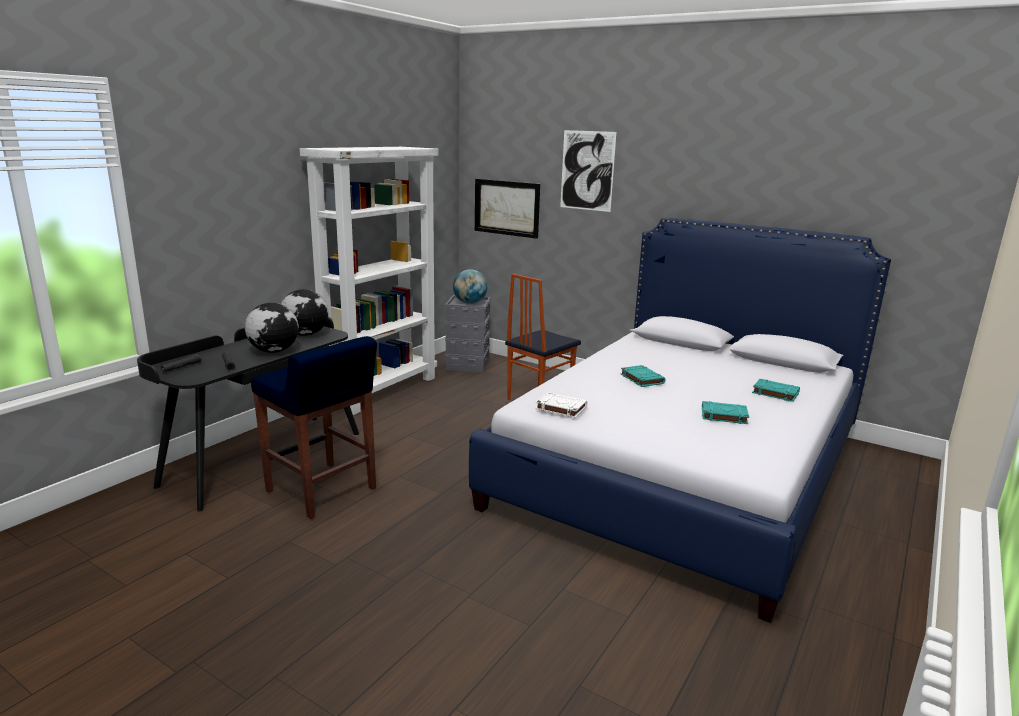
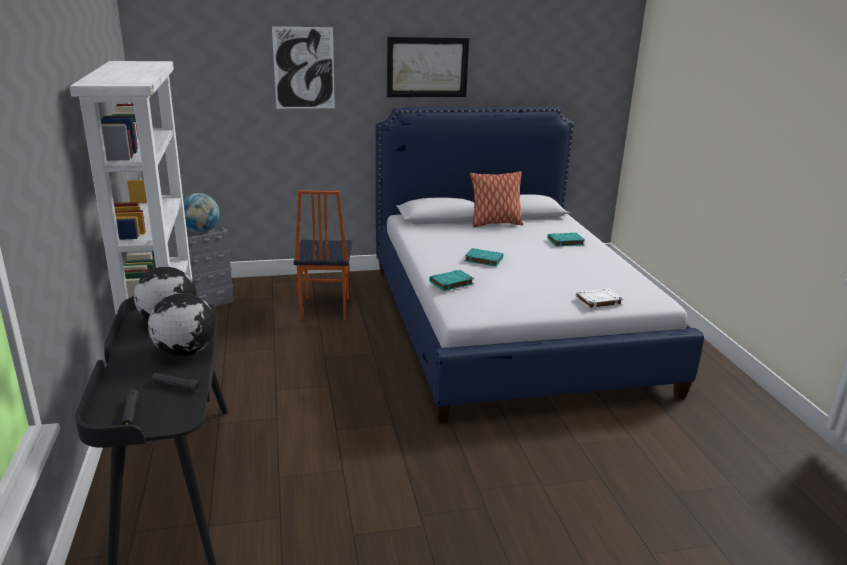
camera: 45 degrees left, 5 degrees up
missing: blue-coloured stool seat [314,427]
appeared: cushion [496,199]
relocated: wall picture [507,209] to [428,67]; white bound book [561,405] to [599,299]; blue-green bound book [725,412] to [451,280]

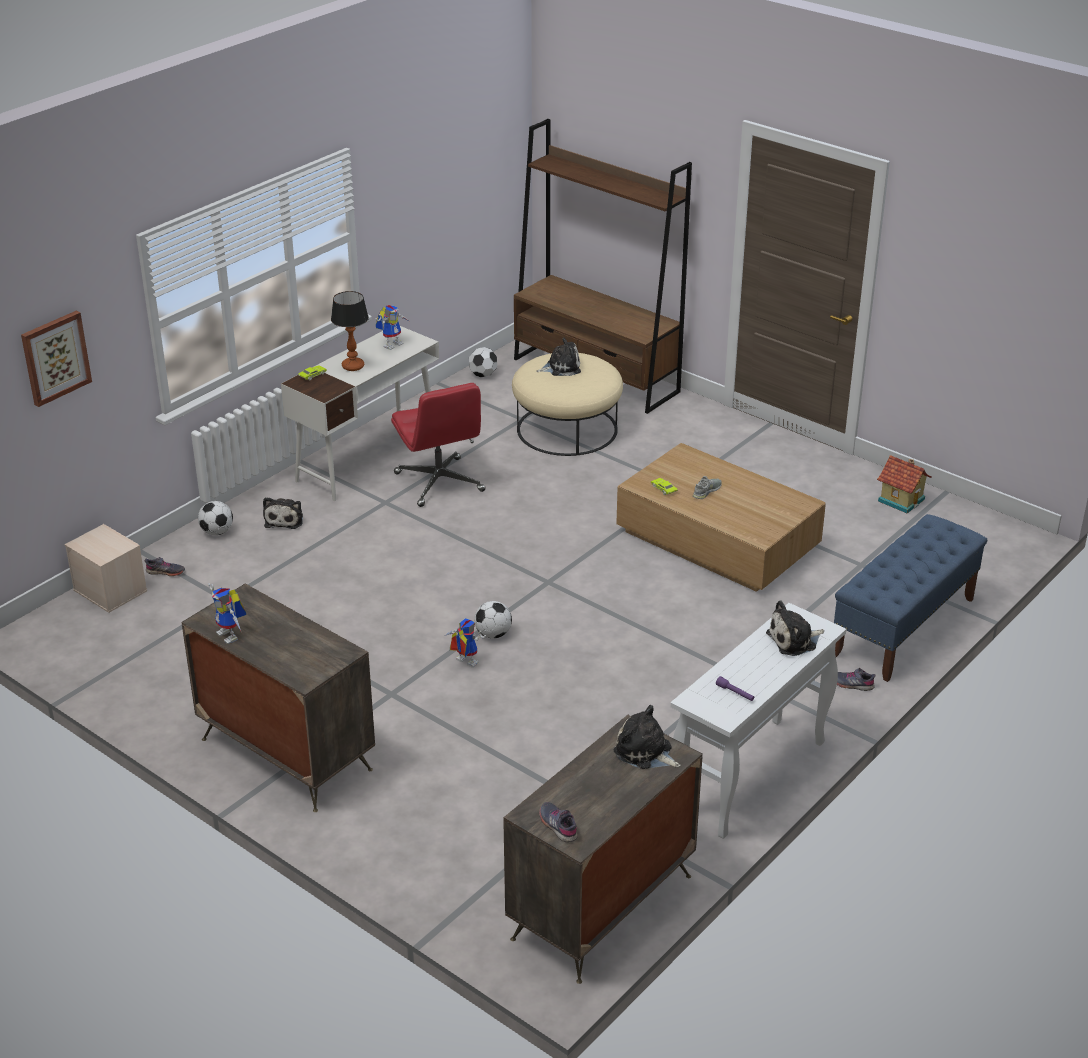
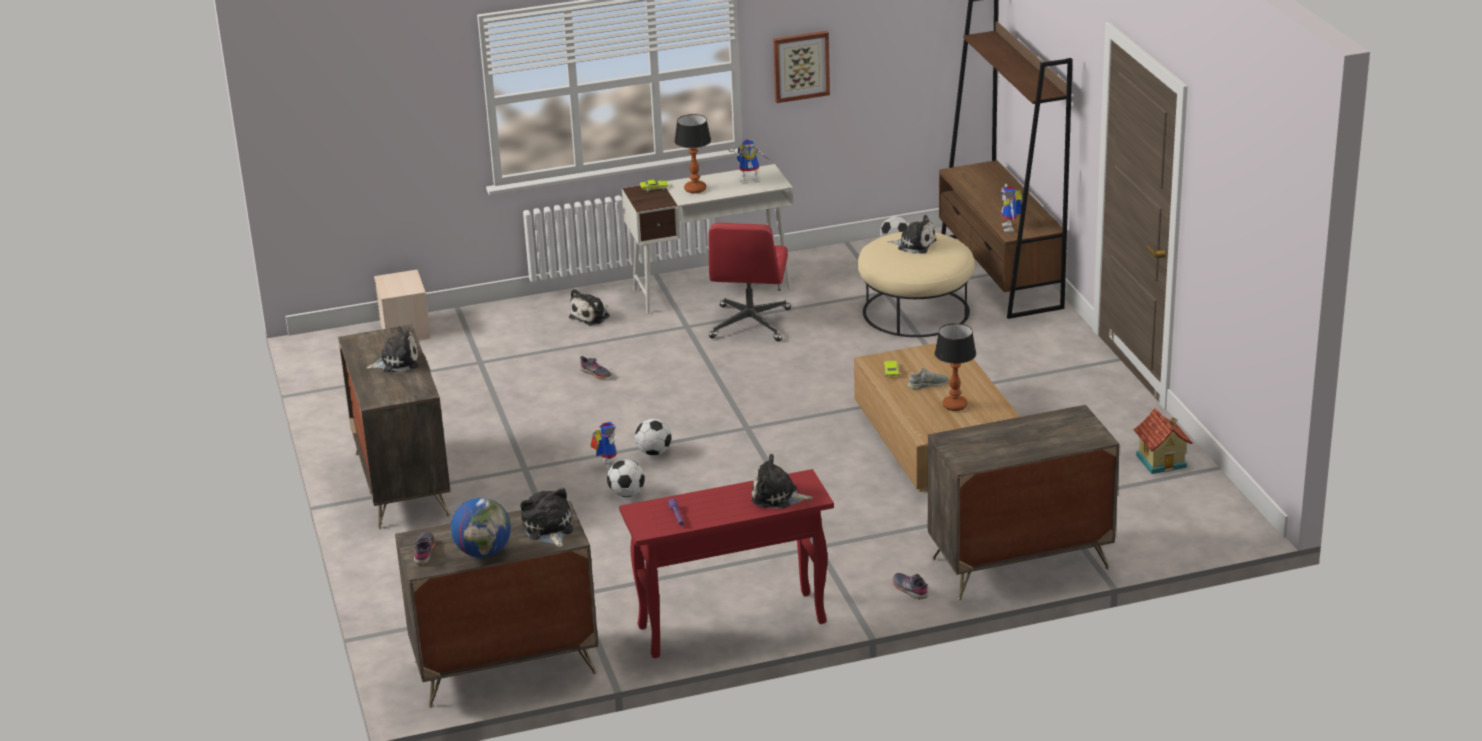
camera: 35 degrees right, 5 degrees down
appeared: soft toy [392,349]; globe [481,527]; tabletop lamp [955,367]
relocated: wall picture [56,359] to [801,67]; gray item of footwear [165,566] to [596,367]; football ball [215,518] to [626,478]; robot figure [227,613] to [1011,208]
exchanged: blue-coloured long seat [910,598] to drawer chest [1024,502]
colour: white hall table [758,721] to reddish hall table [726,563]

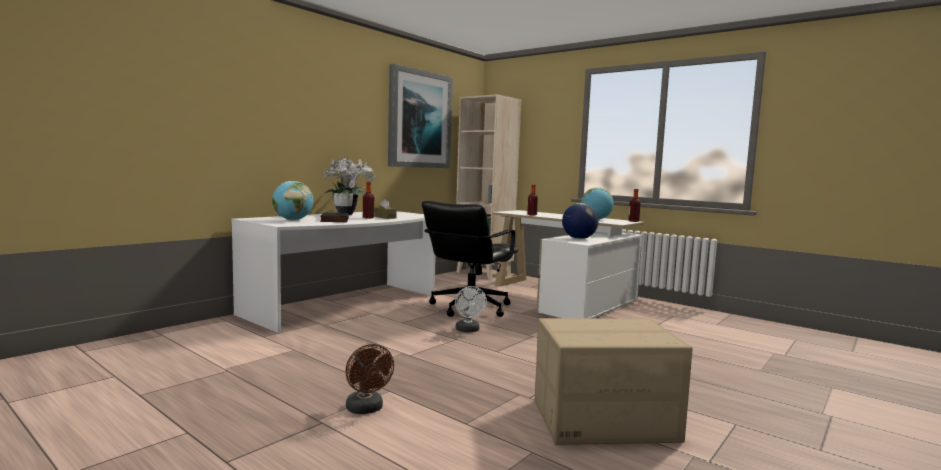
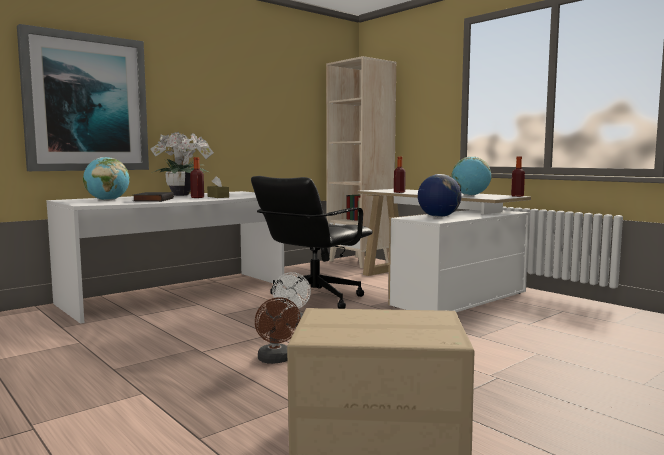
camera: 10 degrees right, 0 degrees up
relocated: brownish fan [369,379] to [278,330]; wall picture [420,116] to [83,97]

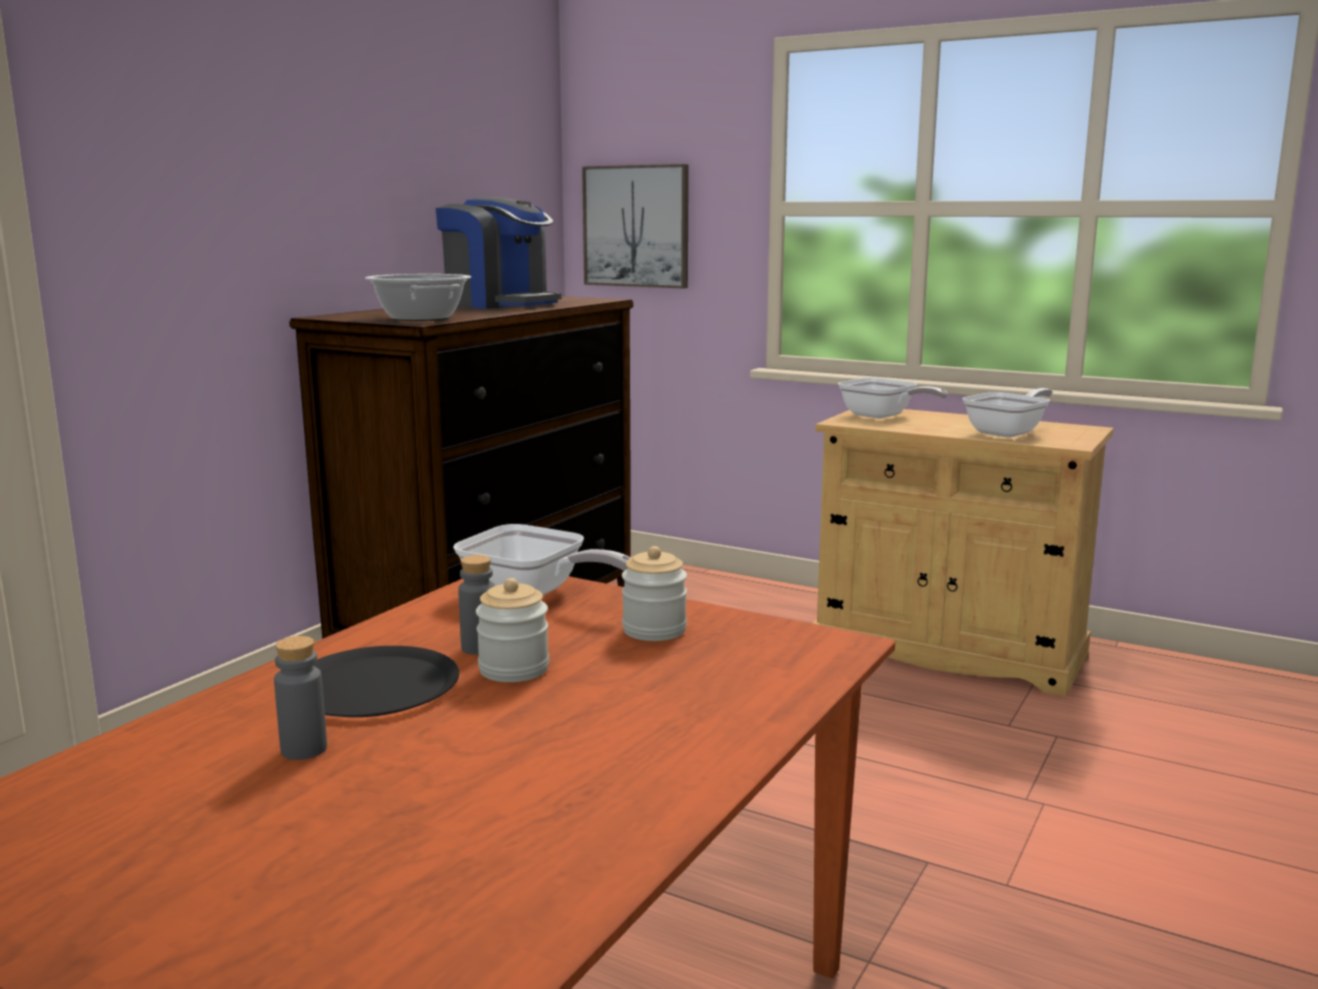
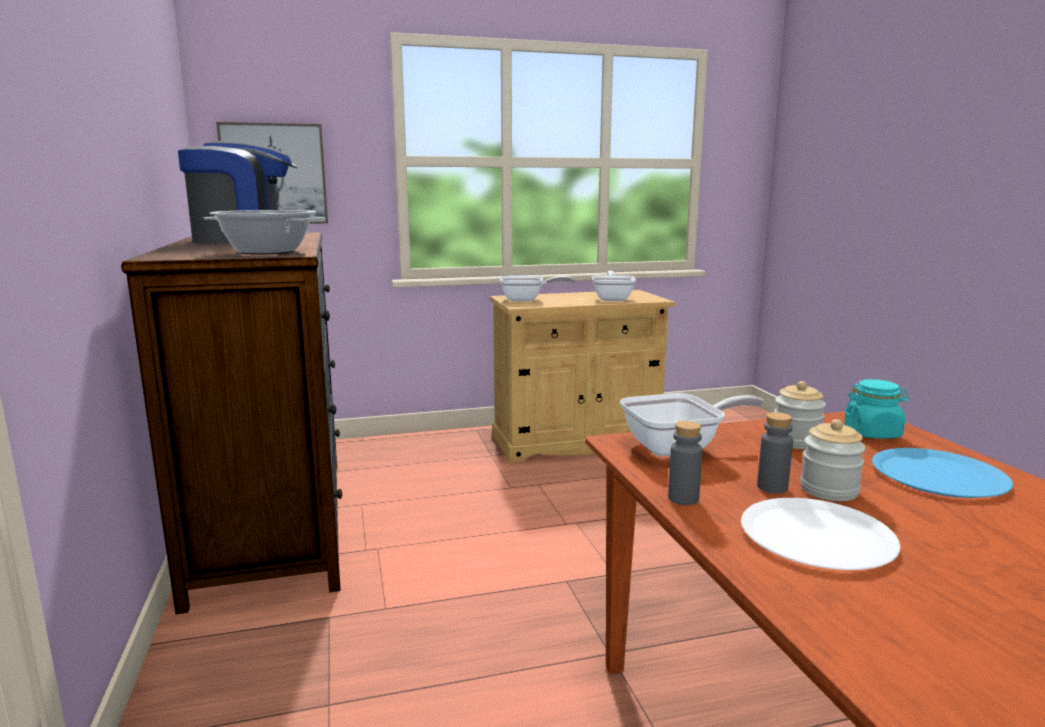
camera: 45 degrees left, 0 degrees up
appeared: blue-green jar [876,409]; blue-coloured flat dish [942,473]
relocated: gray drink bottle [300,698] to [685,463]
colour: black-coloured flat dish [386,681] to white flat dish [820,534]

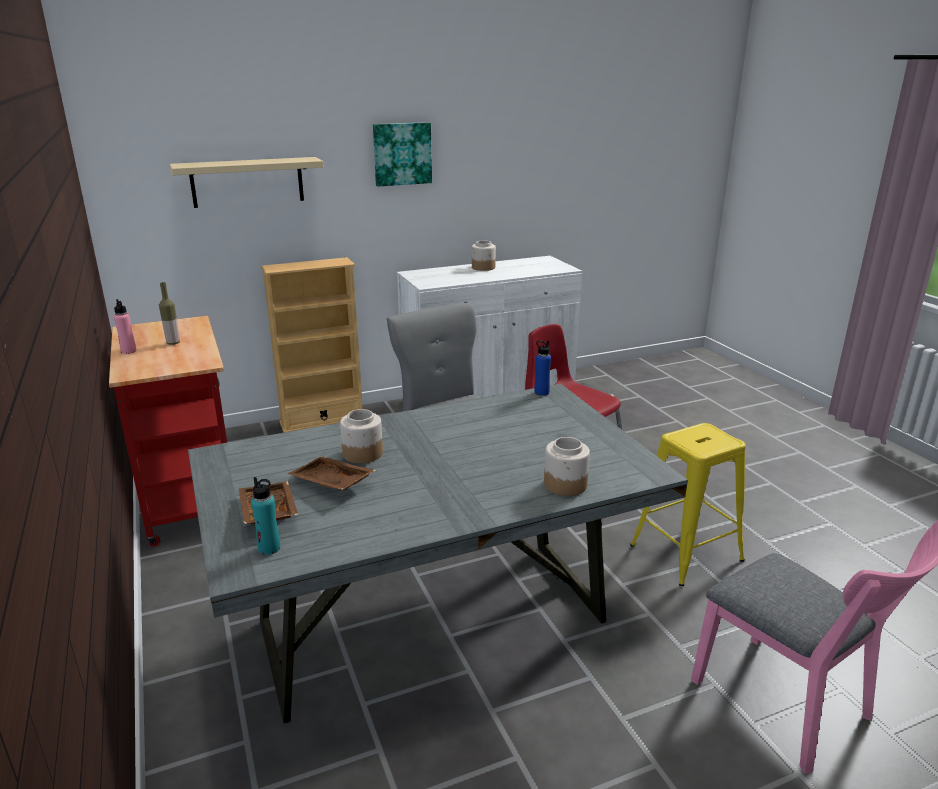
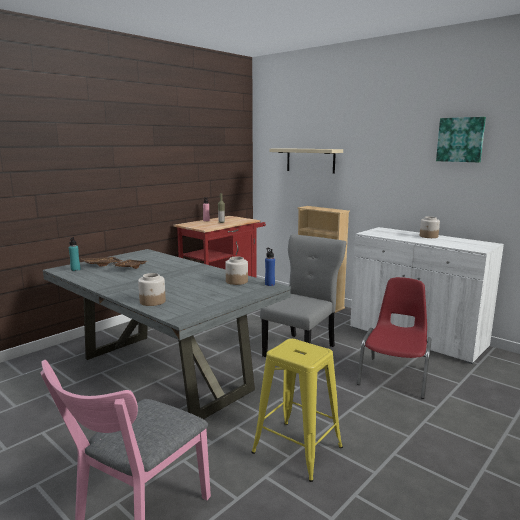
camera: 65 degrees right, 10 degrees down
relocated: jar [361,436] to [236,271]; wall picture [402,154] to [461,139]

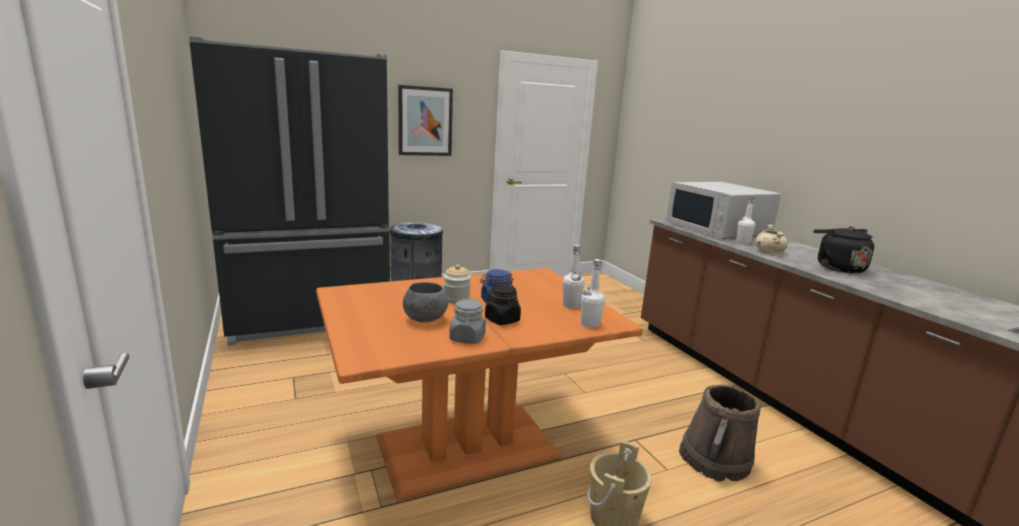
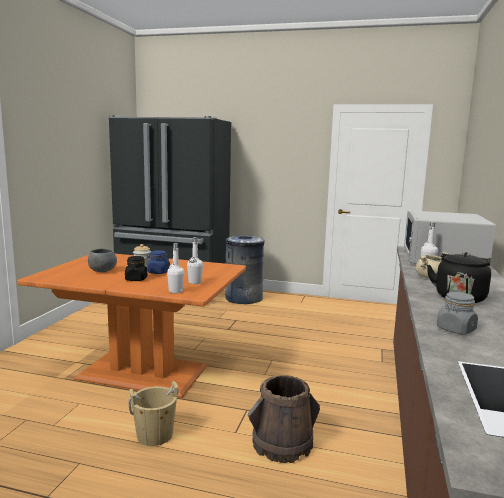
camera: 40 degrees right, 5 degrees down
missing: wall picture [425,120]
relocated: gray jar [467,321] to [457,313]

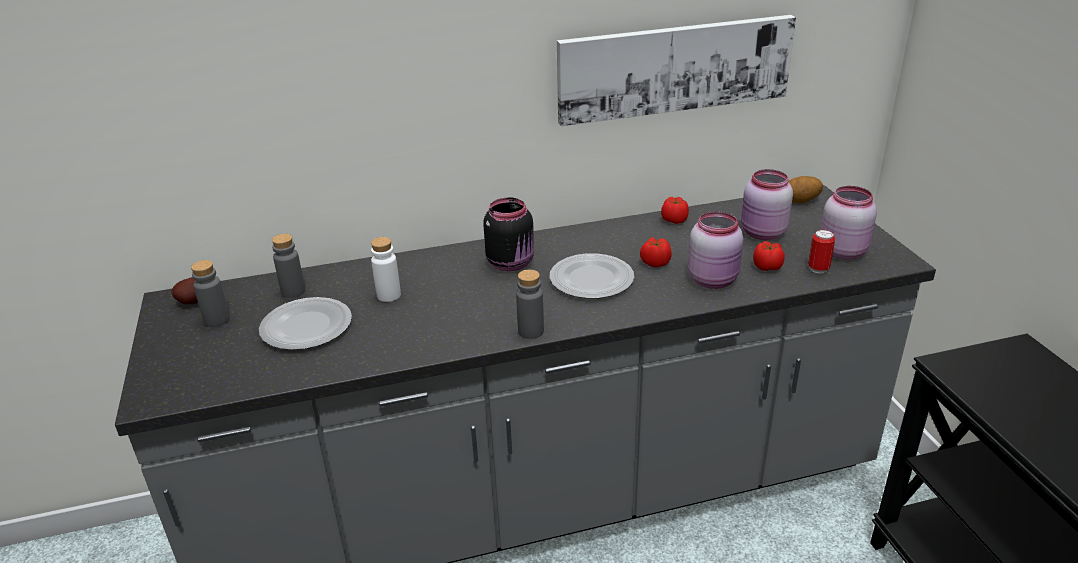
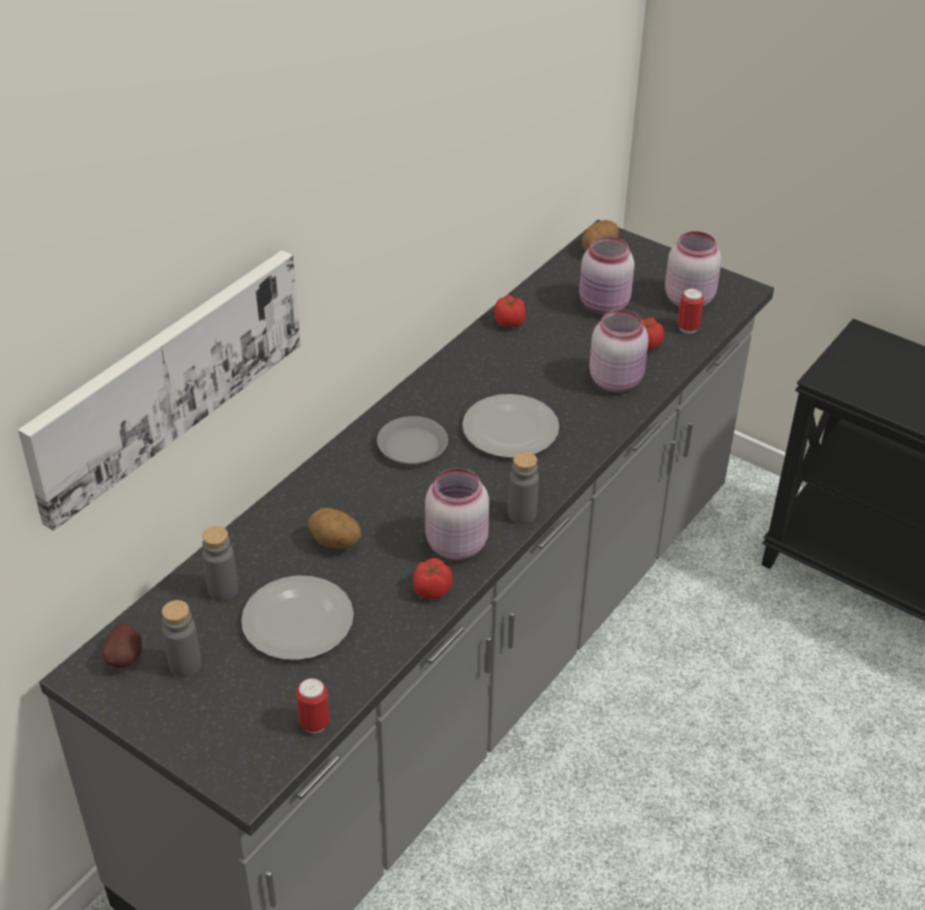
camera: 40 degrees left, 10 degrees up
appeared: sealed can [313,705]; pink-coloured jar [457,514]
relocated: wall picture [676,70] to [159,390]; tomato [656,252] to [433,579]
exchanged: white drink bottle [386,269] to whole potato [335,528]; black-coloured jar [508,234] to gray flat dish [412,440]

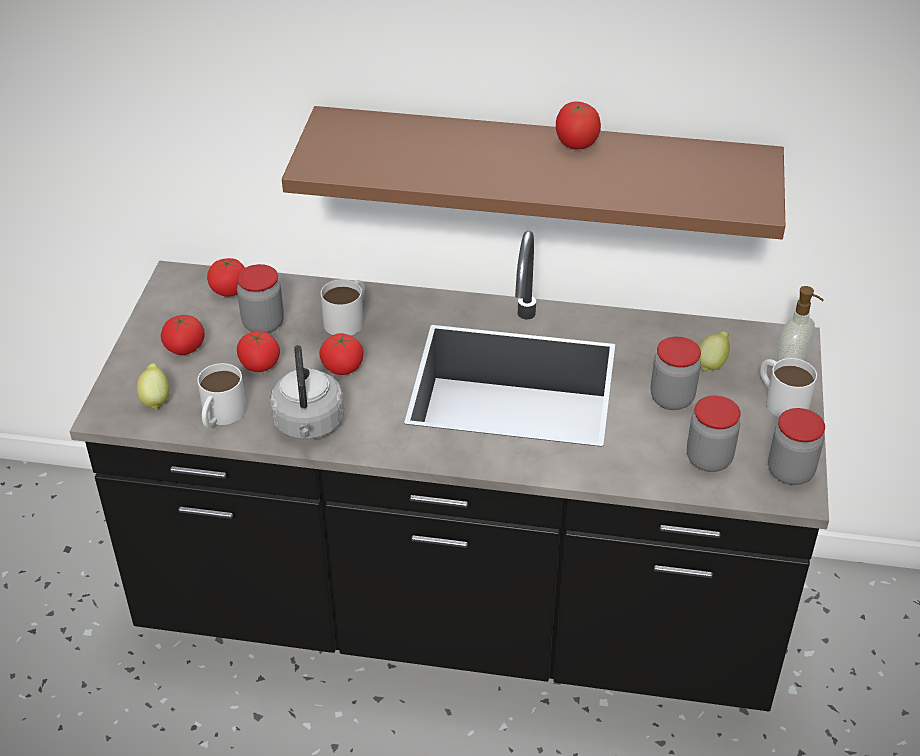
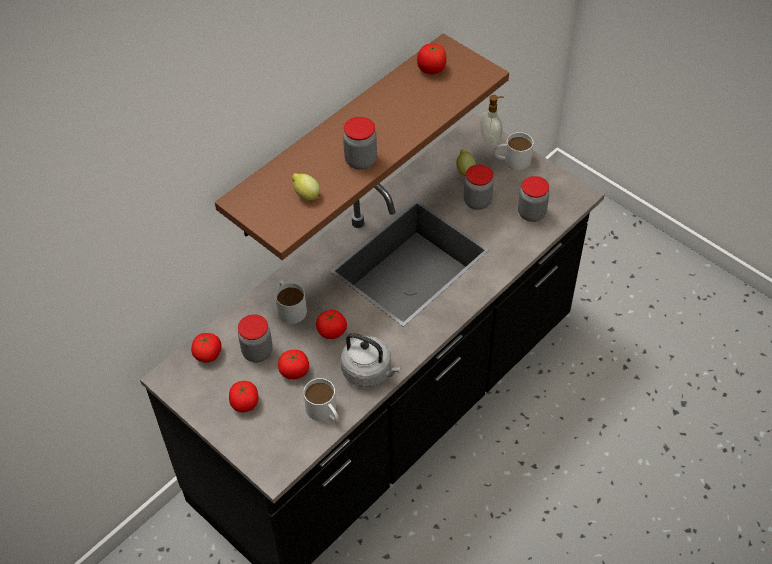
camera: 55 degrees left, 10 degrees up
relocated: citrus fruit [153,386] to [306,187]; tomato [578,125] to [432,58]; jar [796,446] to [360,143]

